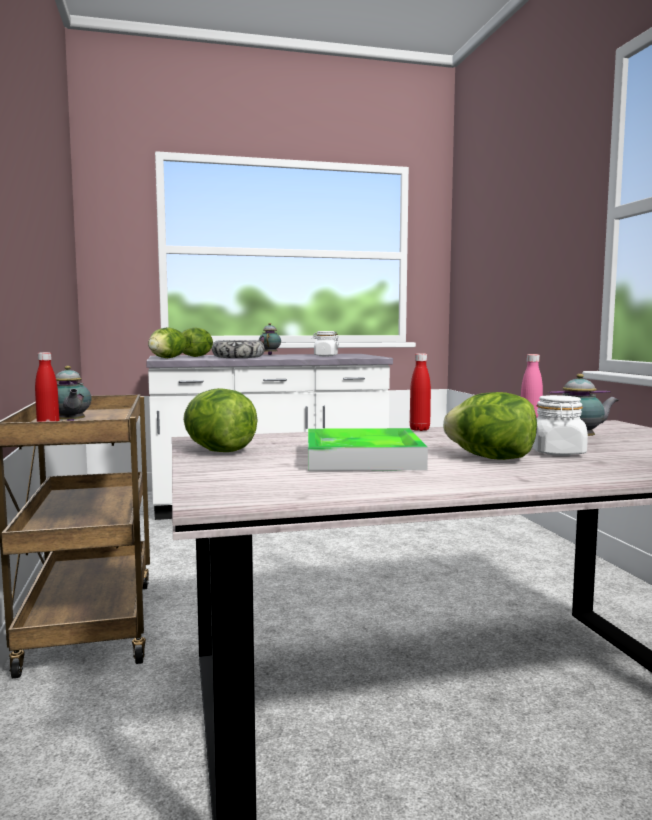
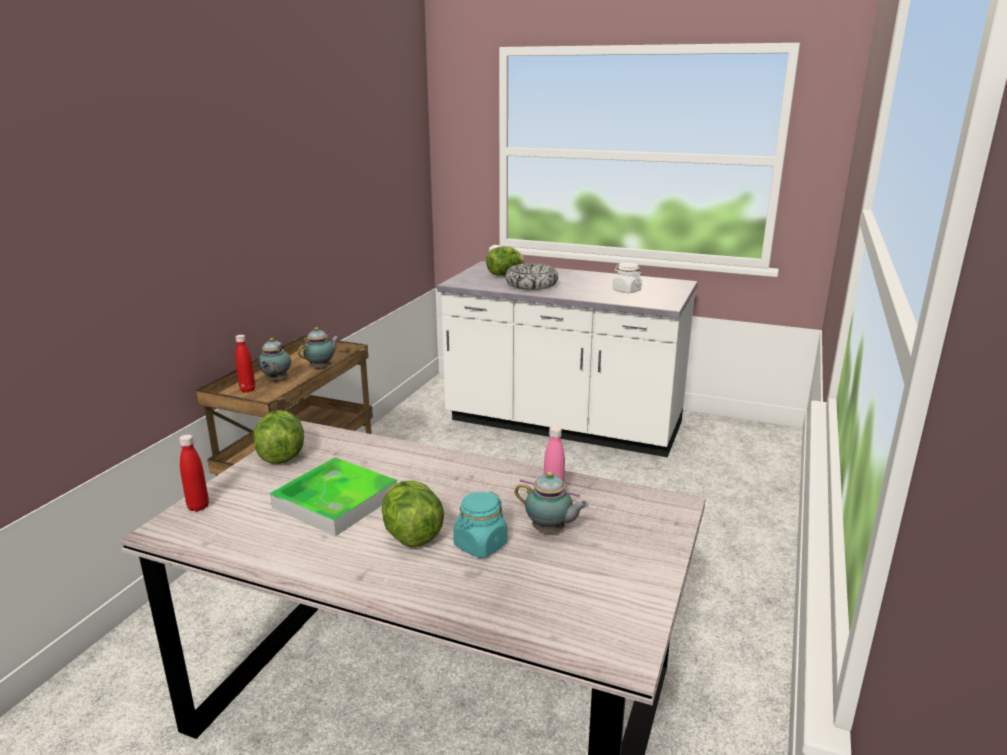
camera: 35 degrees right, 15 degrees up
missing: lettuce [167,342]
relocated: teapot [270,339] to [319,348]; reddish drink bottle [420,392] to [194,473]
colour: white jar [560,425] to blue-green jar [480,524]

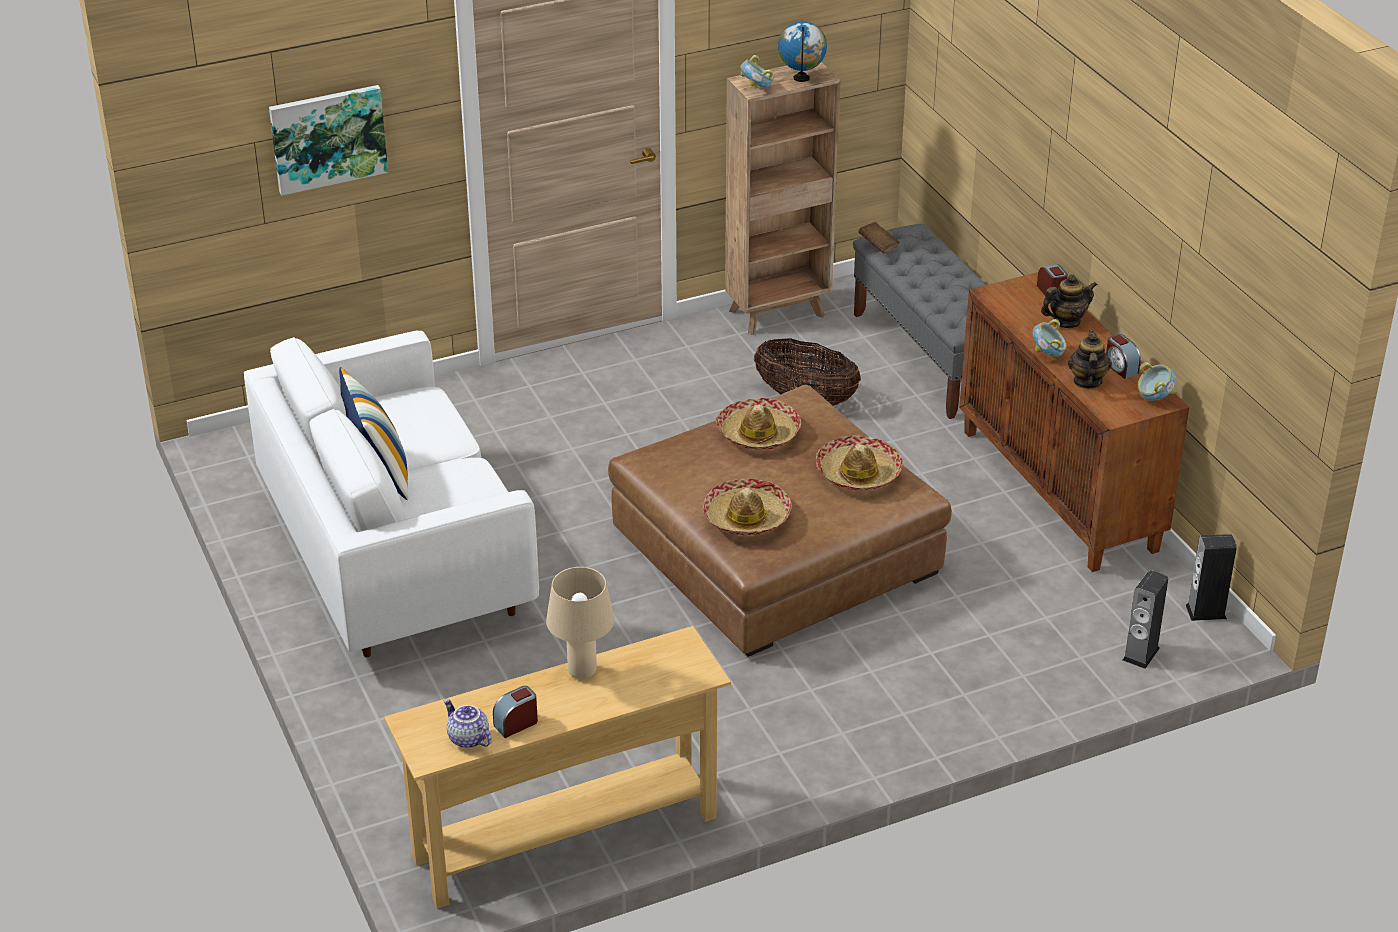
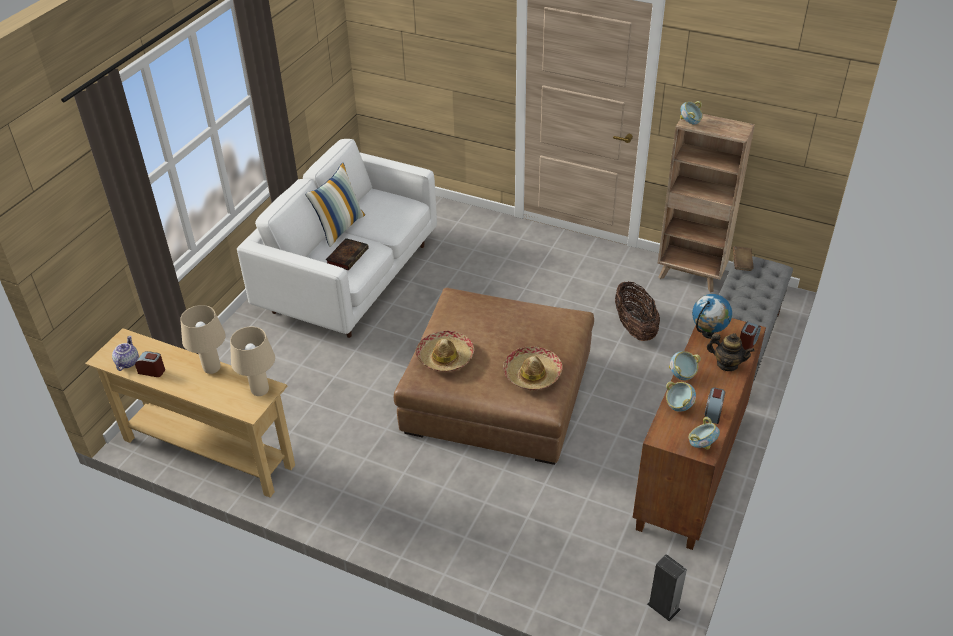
camera: 50 degrees right, 5 degrees up
missing: wall picture [328,140]; wearable hat [758,424]; loudspeaker [1145,619]
appeared: sand-coloured tabletop lamp [252,361]; bound book [347,254]
relocated: globe [802,51] to [712,316]
exchanged: teapot [1090,359] to deep dish [681,397]

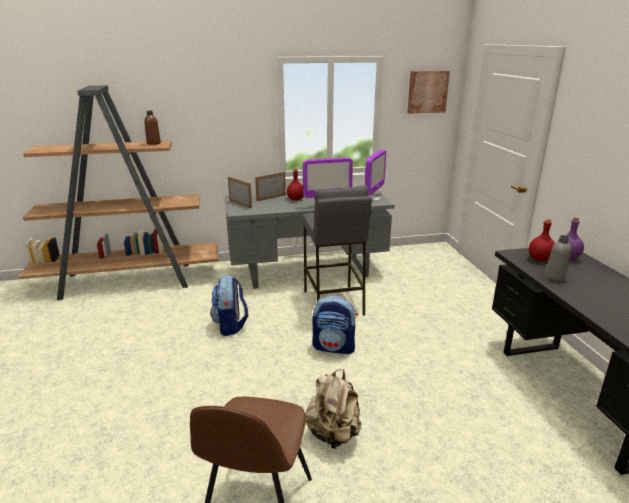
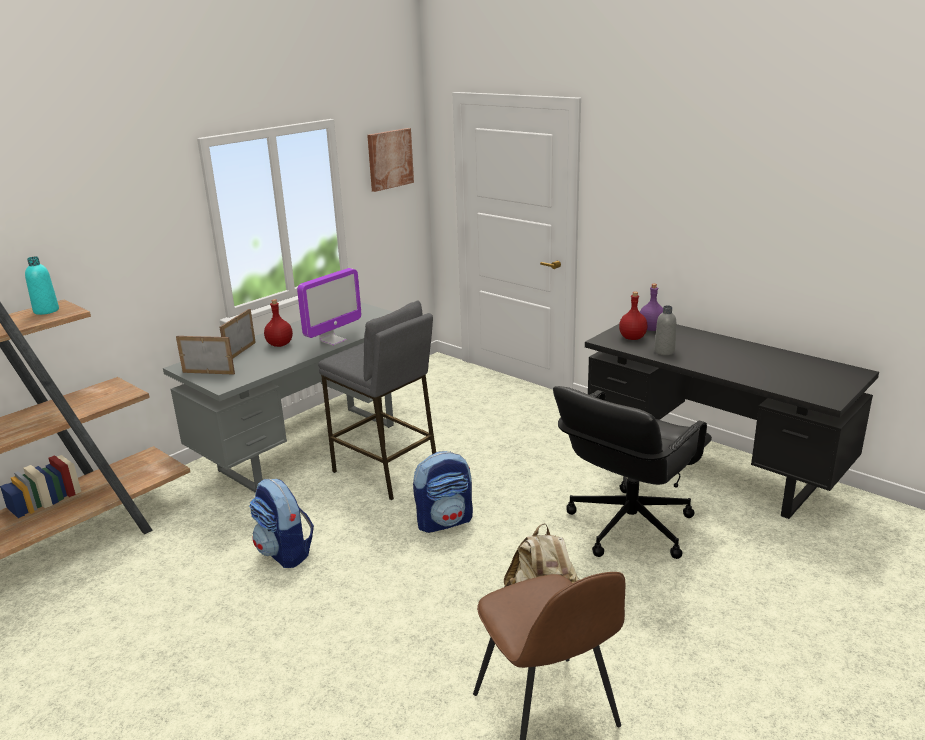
camera: 35 degrees left, 0 degrees up
missing: computer display [375,175]
appeared: black-coloured desk chair [632,472]
colour: brownish drink bottle [152,128] to blue-green drink bottle [42,286]

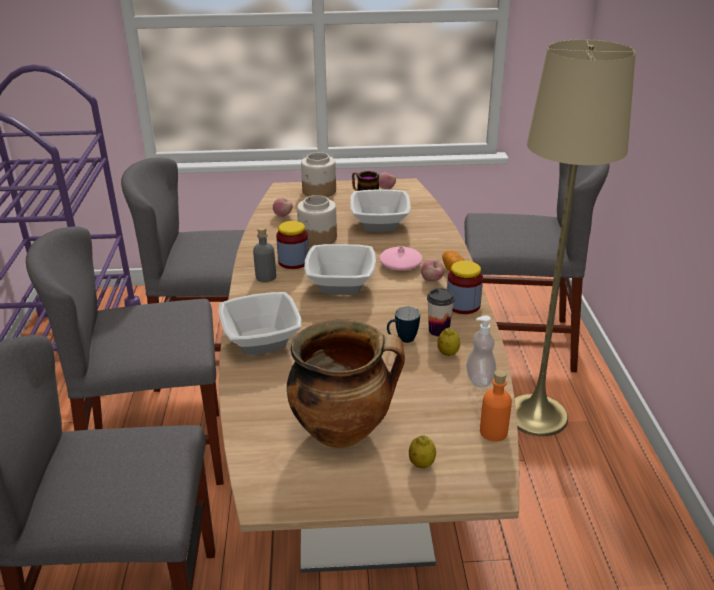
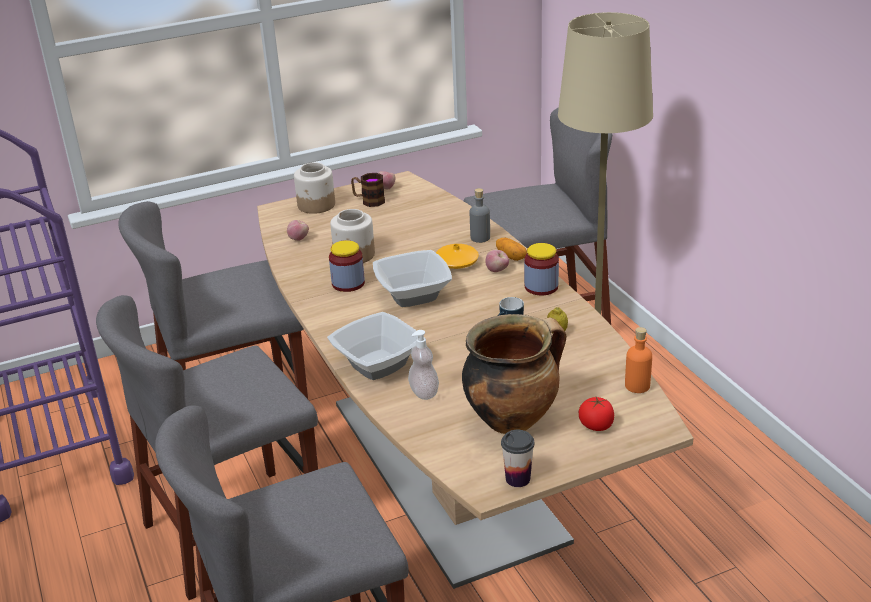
camera: 20 degrees left, 0 degrees up
missing: deep dish [380,210]
relocated: gray drink bottle [264,254] to [480,215]; small cup [441,312] to [518,458]; soap dispenser [481,351] to [423,365]
exchanged: citrus fruit [422,451] to tomato [596,414]
colour: pink-coloured flower vase [401,258] to orangey flower vase [457,256]

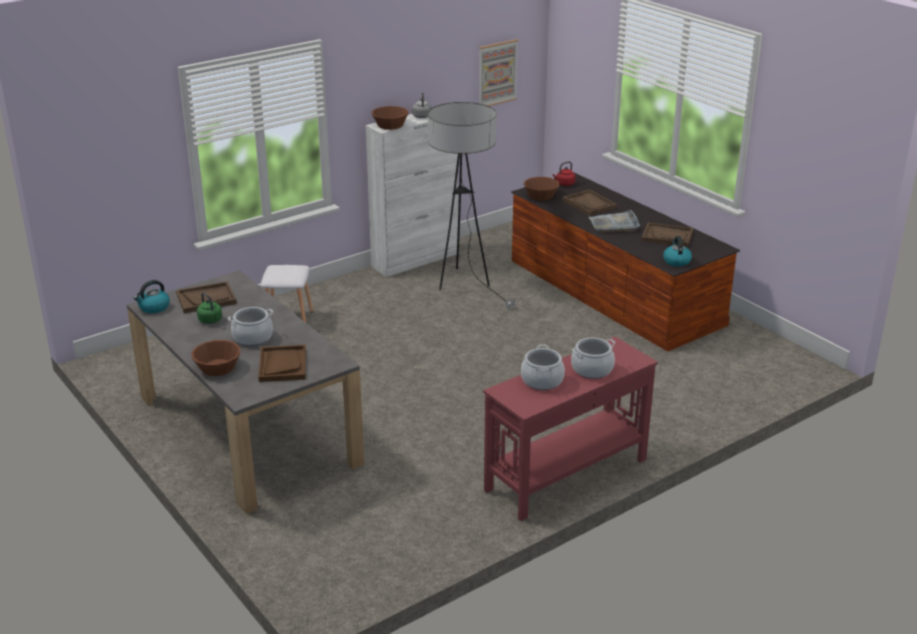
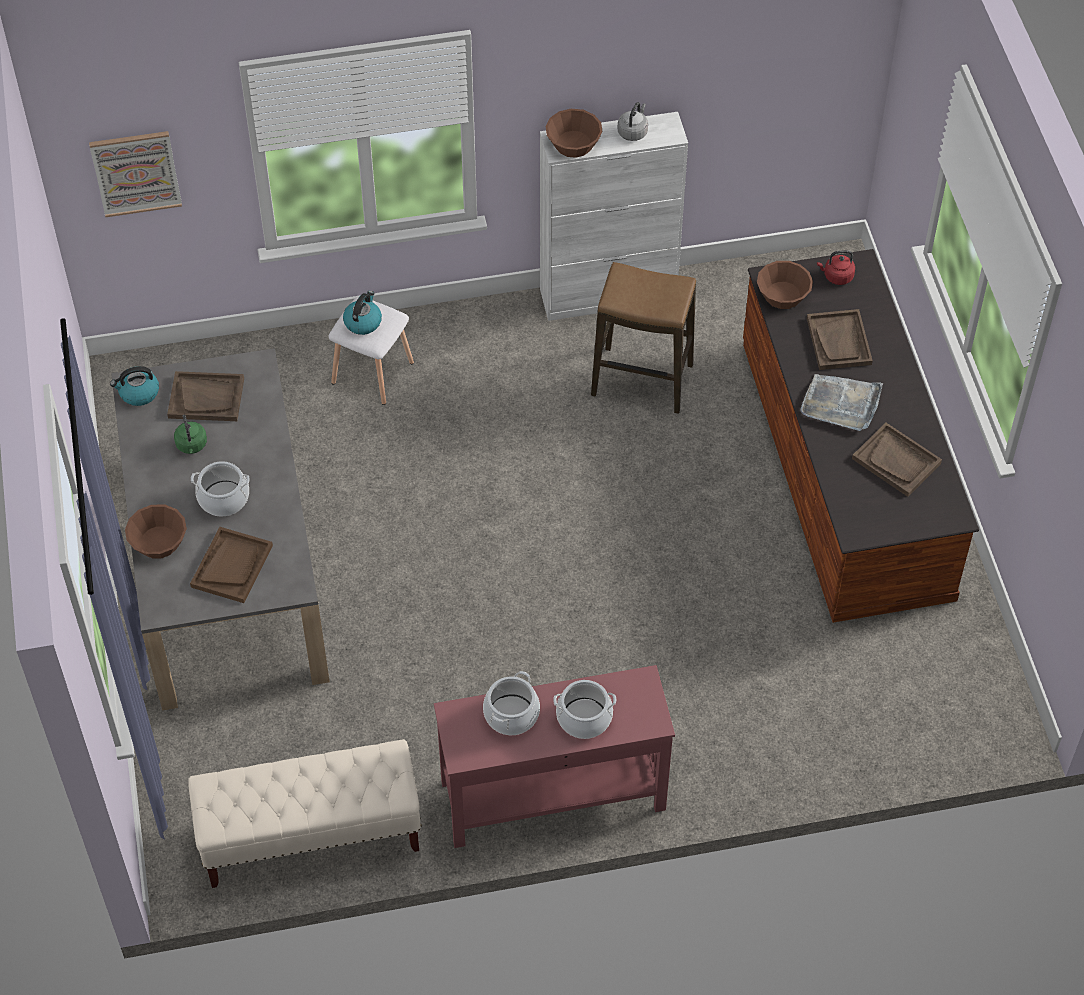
camera: 25 degrees right, 25 degrees up
appeared: sand-coloured long seat [305,813]
relocated: wall picture [498,72] to [135,174]; water kettle [677,251] to [362,313]
exchanged: floor lamp [471,206] to stool seat [643,338]

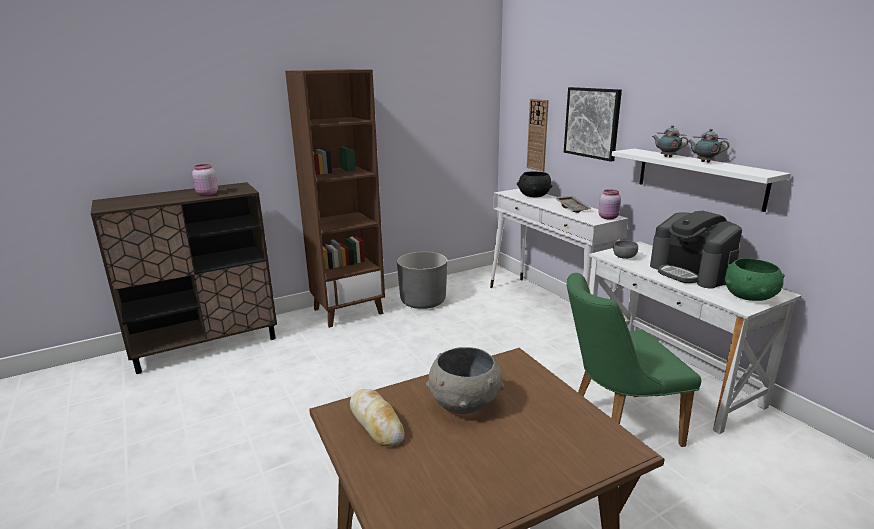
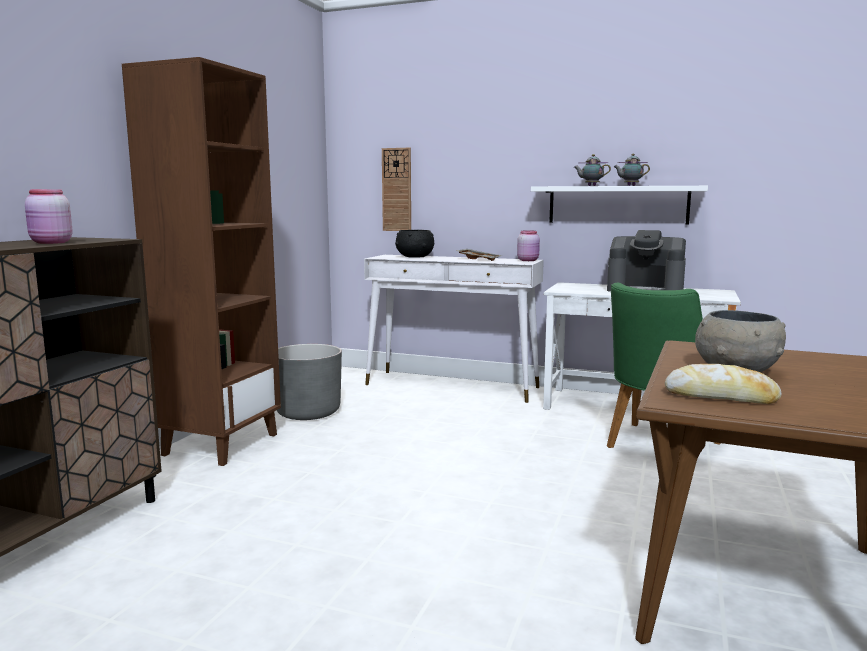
camera: 40 degrees left, 10 degrees down
missing: wall picture [593,124]; gray deep dish [625,249]; green-coloured deep dish [755,279]

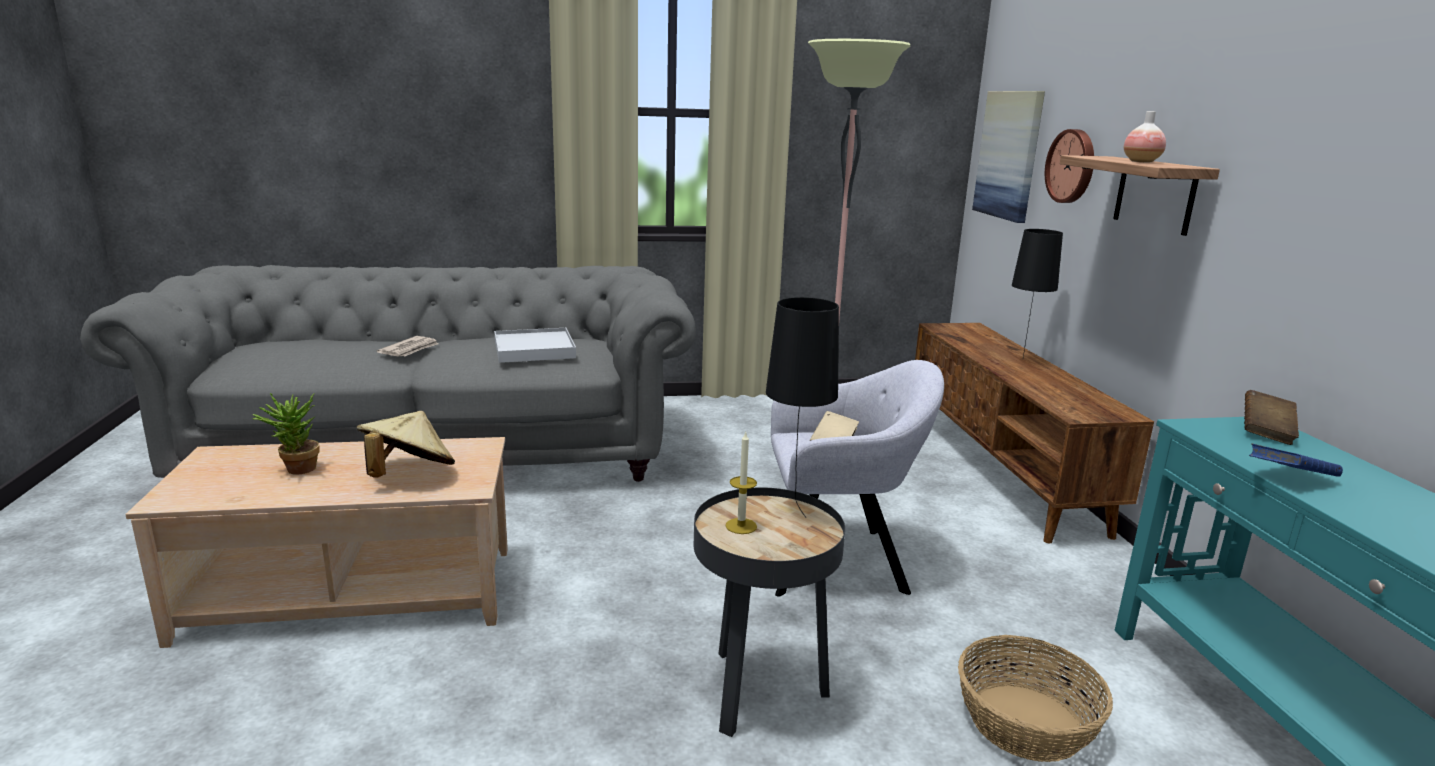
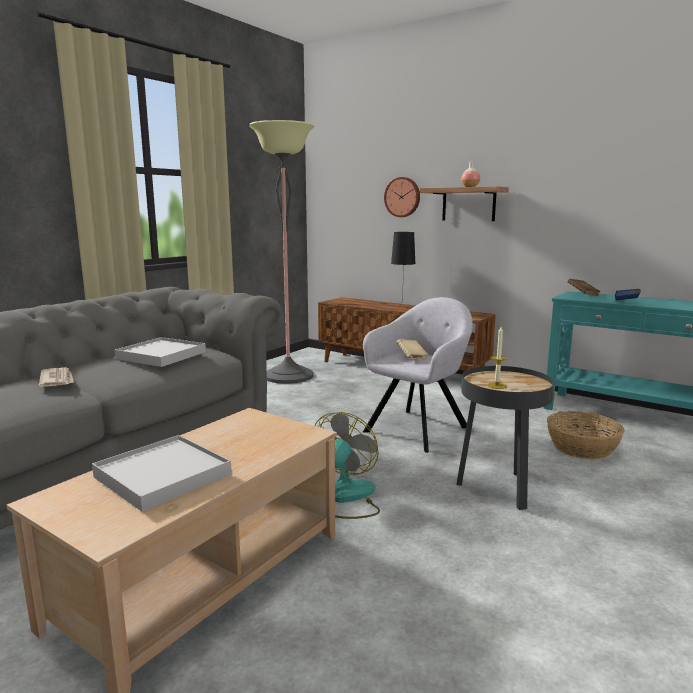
camera: 45 degrees left, 5 degrees down
missing: sand-coloured wearable hat [405,444]; black-coloured tabletop lamp [802,407]; wall picture [1008,157]
appeared: fan [347,465]
exchanged: plant in a pot [286,434] to white serving tray [162,473]

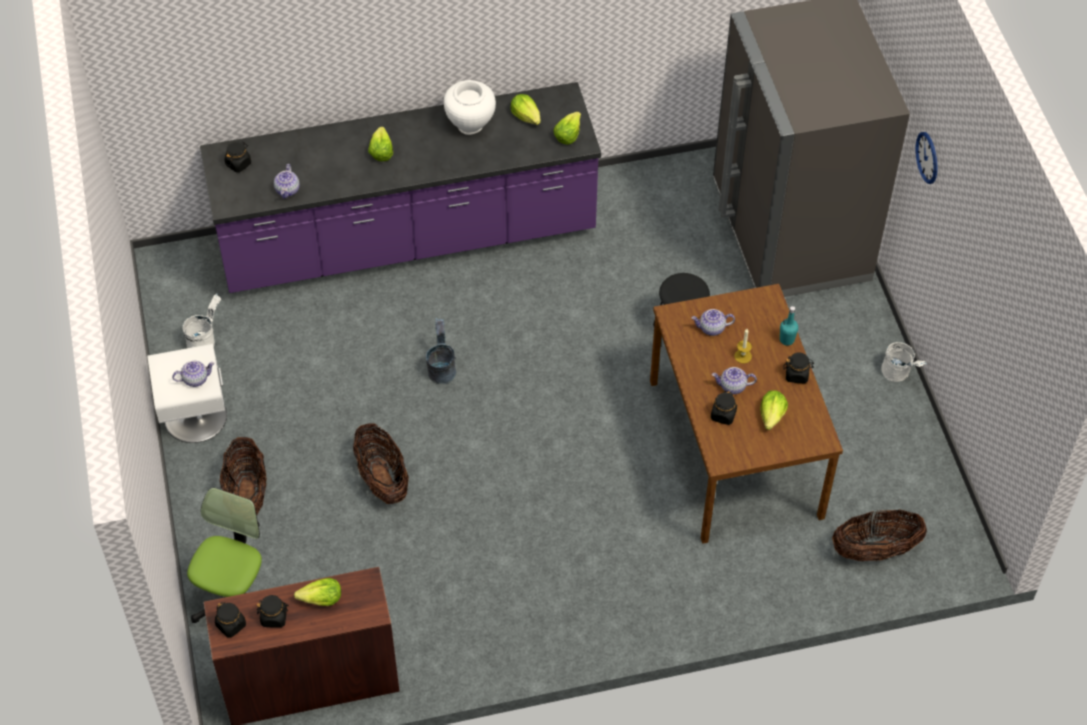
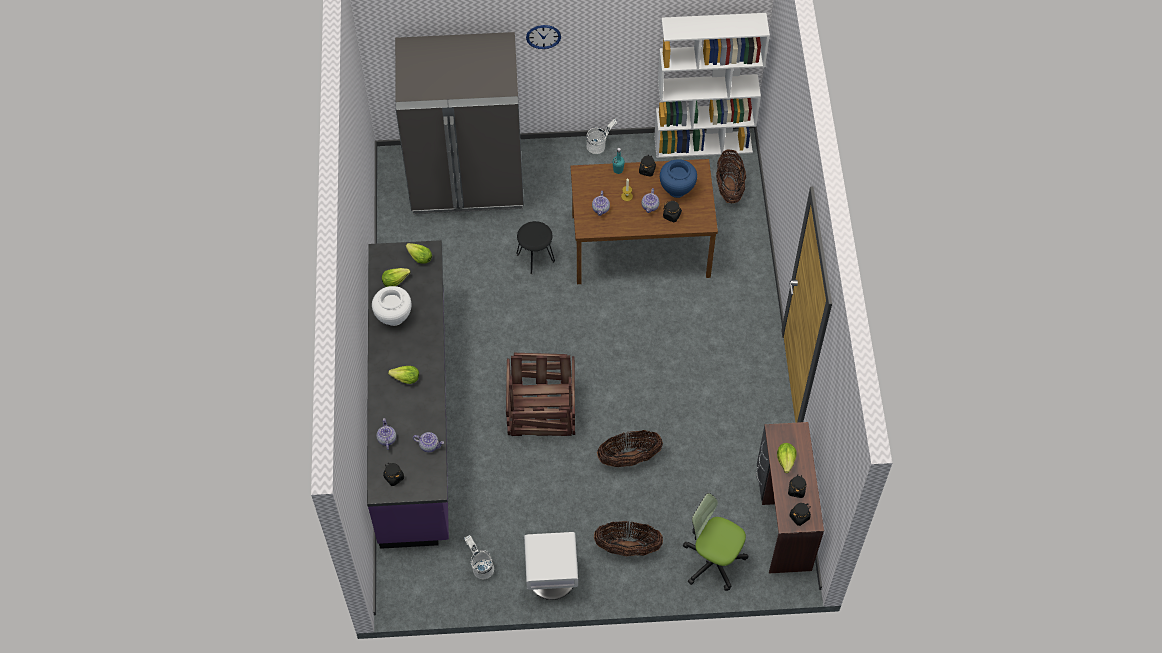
camera: 80 degrees left, 5 degrees up
appeared: white bookcase [712,85]
relocated: teapot [193,374] to [386,434]
exchanged: gray pail [441,351] to packing crate [540,394]; lettuce [774,410] to blue-coloured flower vase [678,178]

